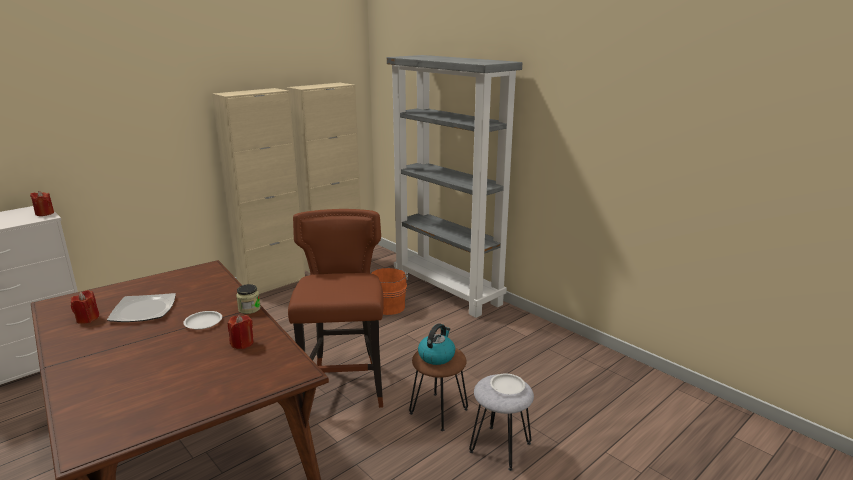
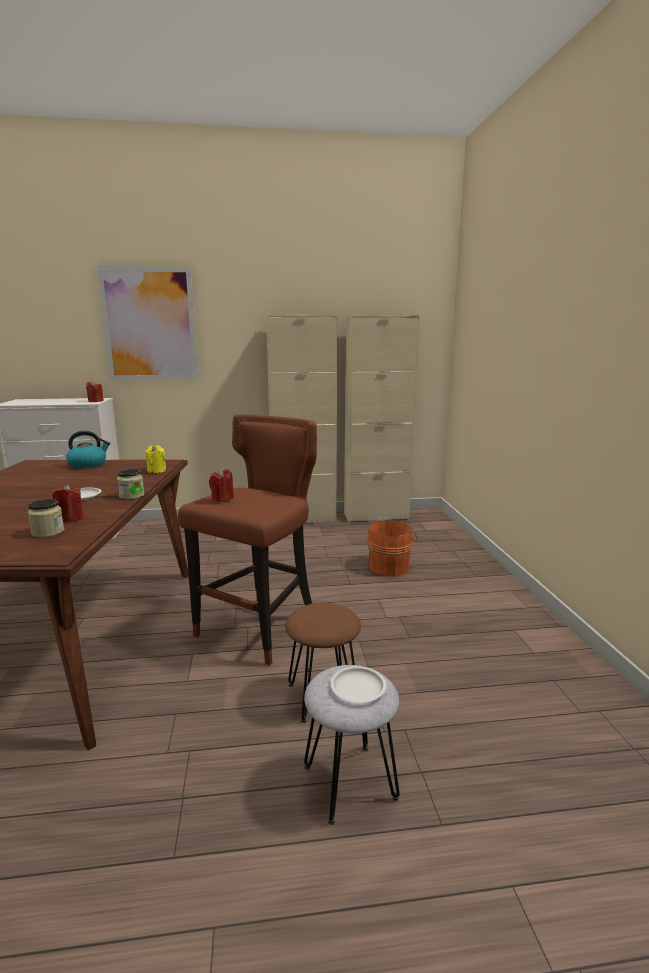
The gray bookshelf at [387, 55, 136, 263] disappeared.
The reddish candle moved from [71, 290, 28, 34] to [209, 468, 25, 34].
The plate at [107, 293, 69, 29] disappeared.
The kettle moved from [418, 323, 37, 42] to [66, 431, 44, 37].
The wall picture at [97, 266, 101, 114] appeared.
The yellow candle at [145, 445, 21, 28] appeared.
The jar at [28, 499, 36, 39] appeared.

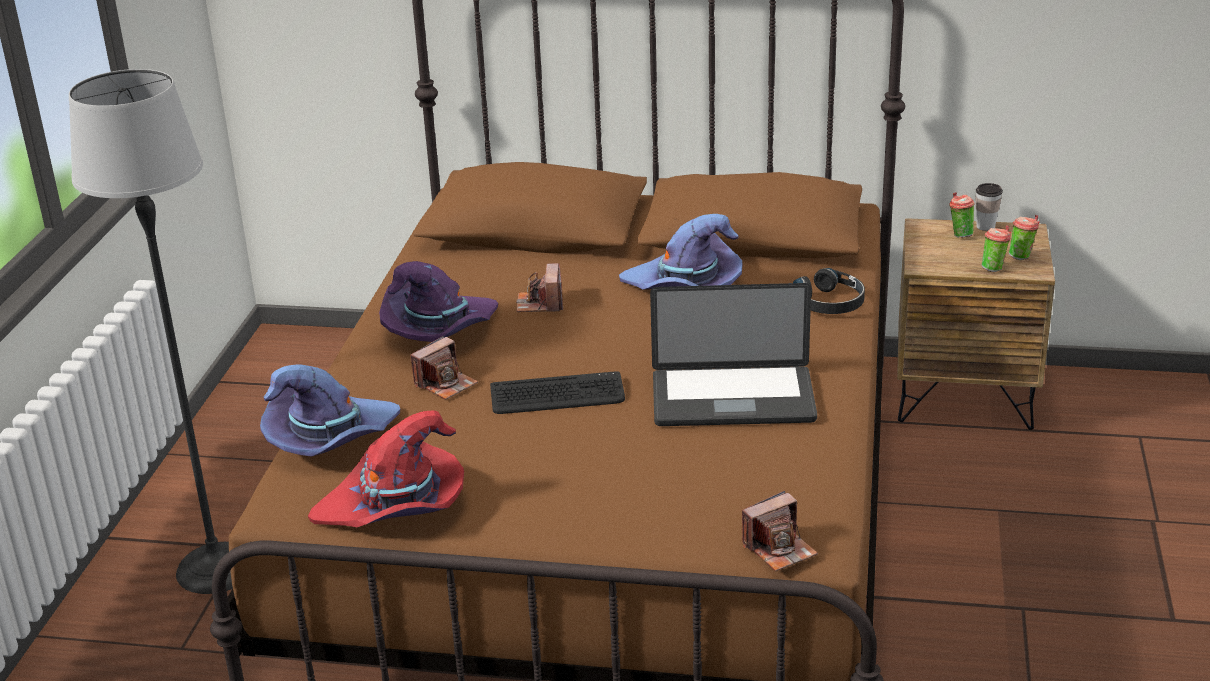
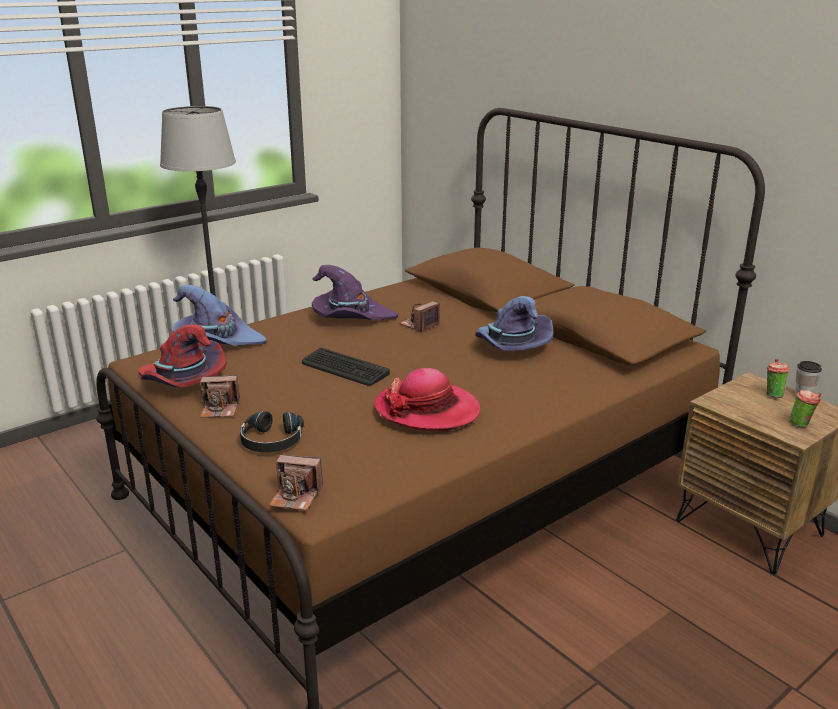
The drinking cup at [982, 225, 29, 47] disappeared.
The blackish headset moved from [793, 268, 72, 46] to [240, 411, 64, 42].
The portable computer at [650, 283, 167, 143] was replaced by the hat at [374, 368, 107, 64].
The photo camera moved from [410, 336, 68, 64] to [200, 375, 40, 43].

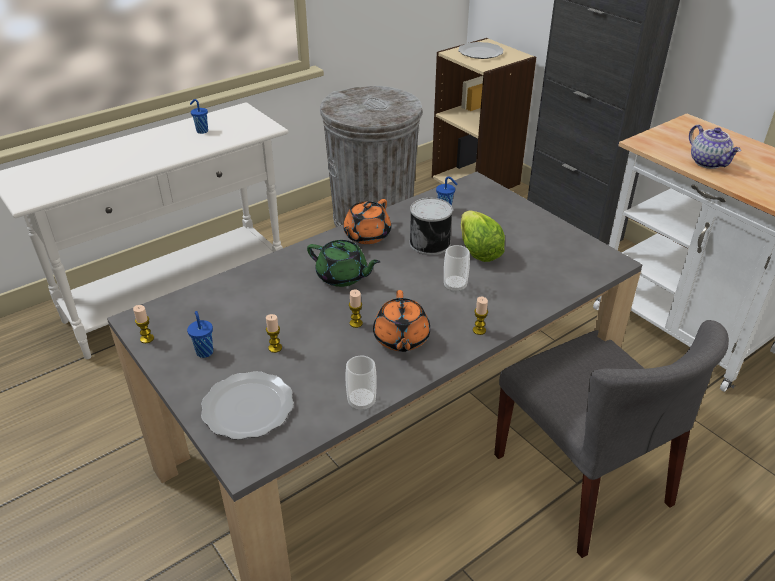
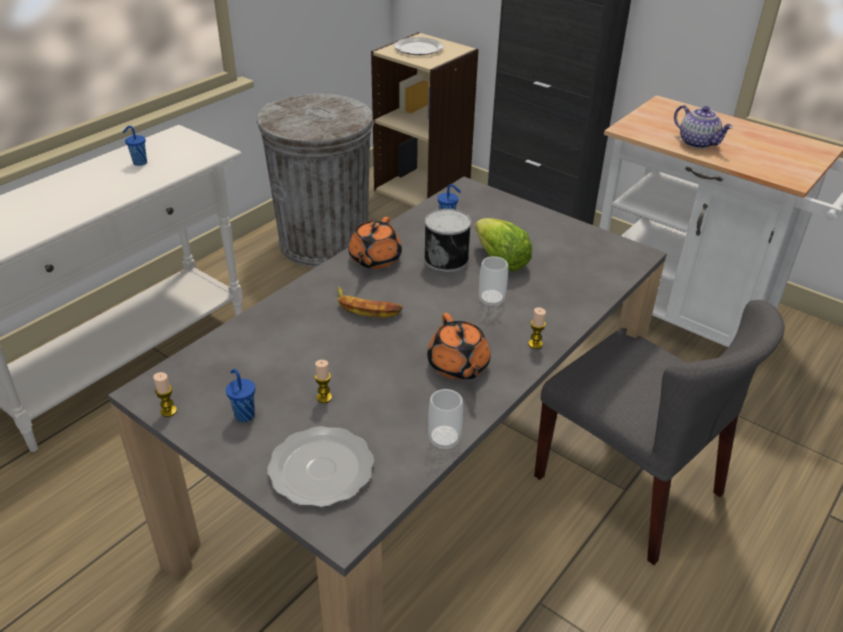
The green pot for tea at [307, 240, 74, 47] was replaced by the banana fruit at [337, 287, 66, 31].
The candle at [349, 289, 14, 39] disappeared.

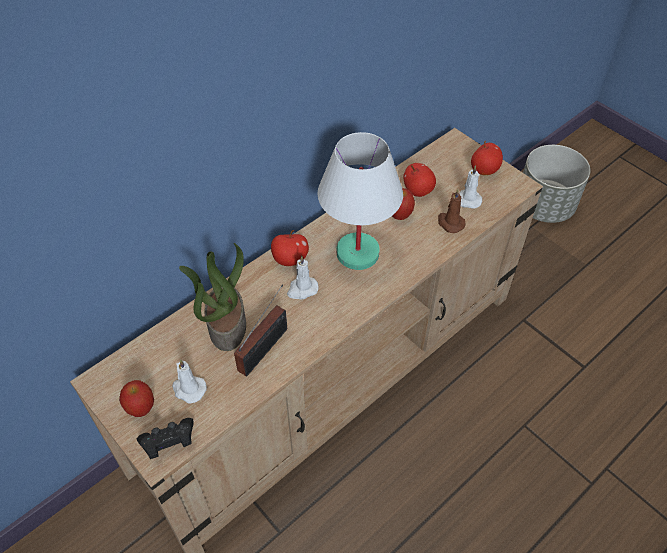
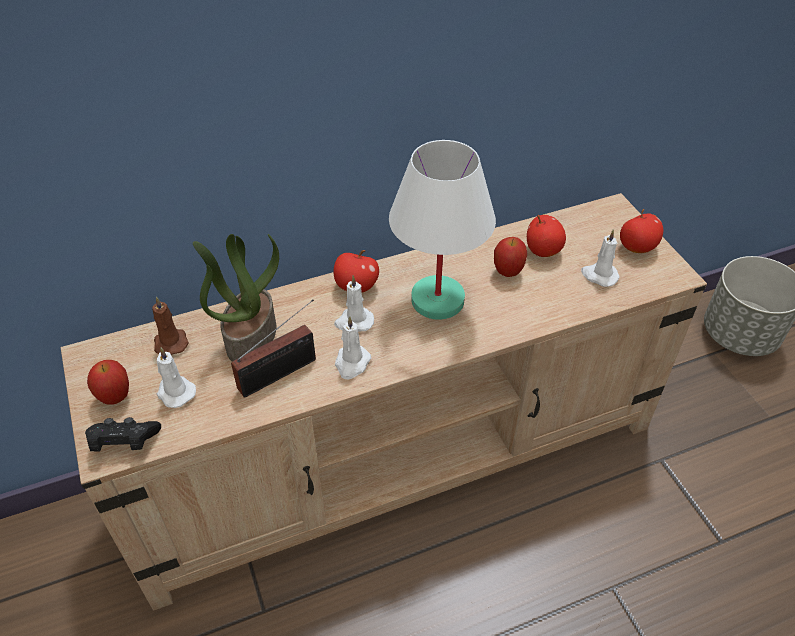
The brown candle moved from [438, 189, 28, 44] to [152, 297, 37, 58].
The white candle at [335, 316, 36, 63] appeared.

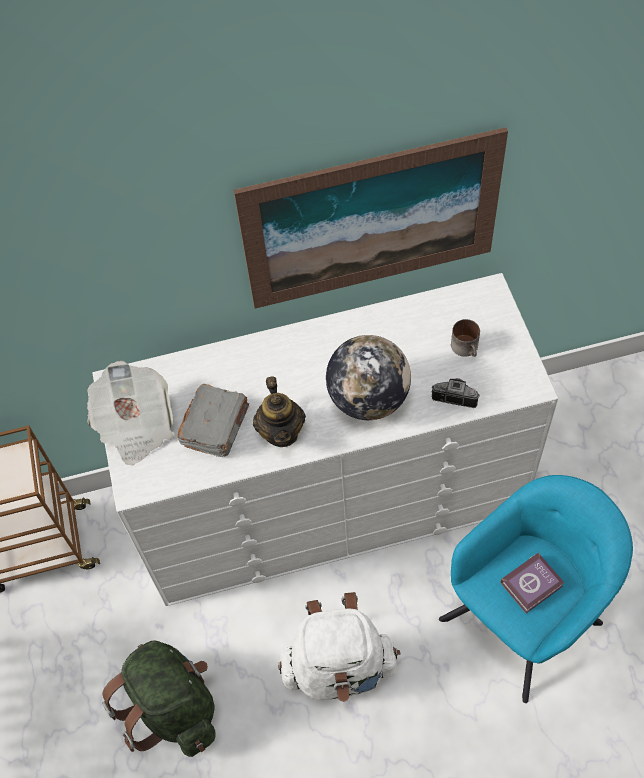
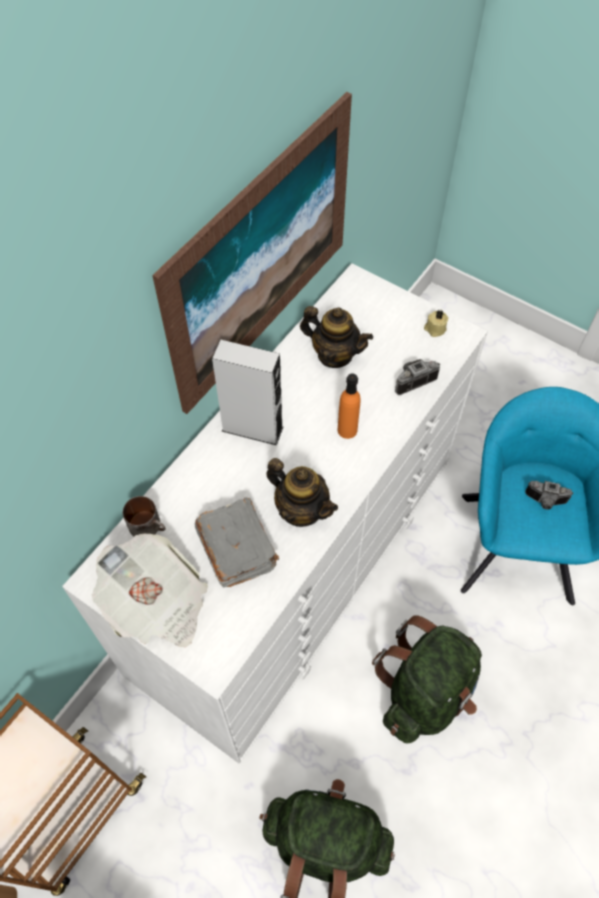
The coffee mug moved from [451, 319, 29, 38] to [123, 496, 43, 40].
The world globe at [326, 335, 85, 85] was replaced by the orange bottle at [338, 373, 23, 66].
The volume at [500, 552, 65, 61] was replaced by the photo camera at [525, 481, 49, 29].
The white knapsack at [278, 592, 122, 110] became the green knapsack at [372, 615, 110, 129].
The pot for tea at [300, 306, 73, 62] appeared.
The sand-coloured candle at [424, 310, 24, 27] appeared.
The gray audio speaker at [212, 339, 71, 106] appeared.

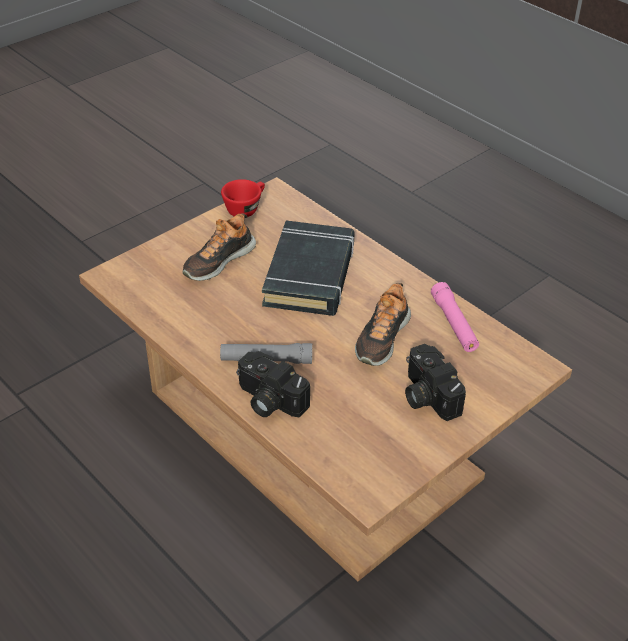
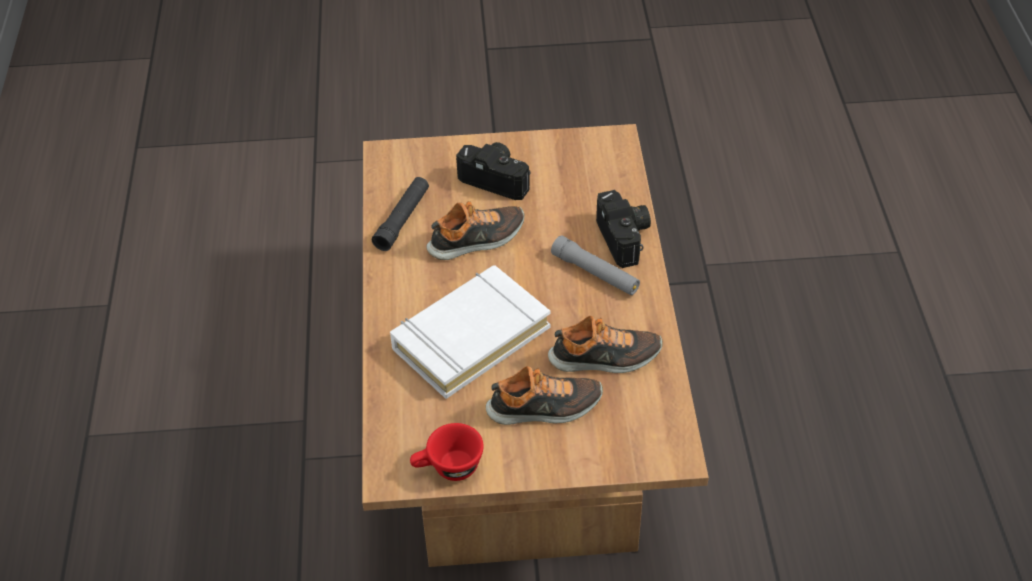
The blackish volume at [262, 221, 93, 95] became the white volume at [390, 265, 160, 134].
The pinkish hand torch at [431, 282, 48, 70] became the blackish hand torch at [372, 177, 57, 74].
The photo camera at [405, 344, 61, 77] turned 75 degrees counterclockwise.
The low shoe at [548, 316, 115, 57] appeared.

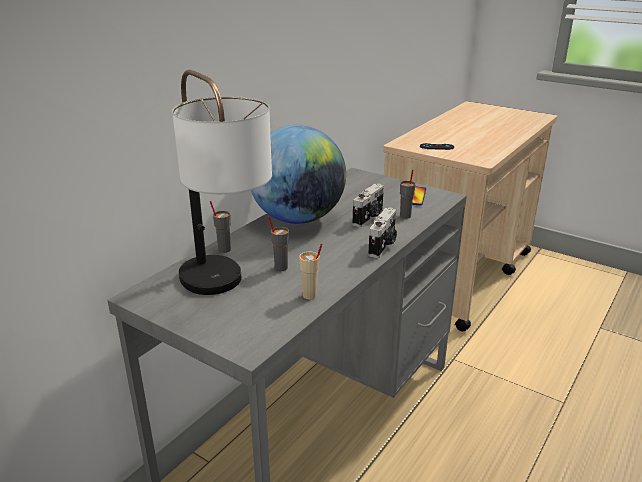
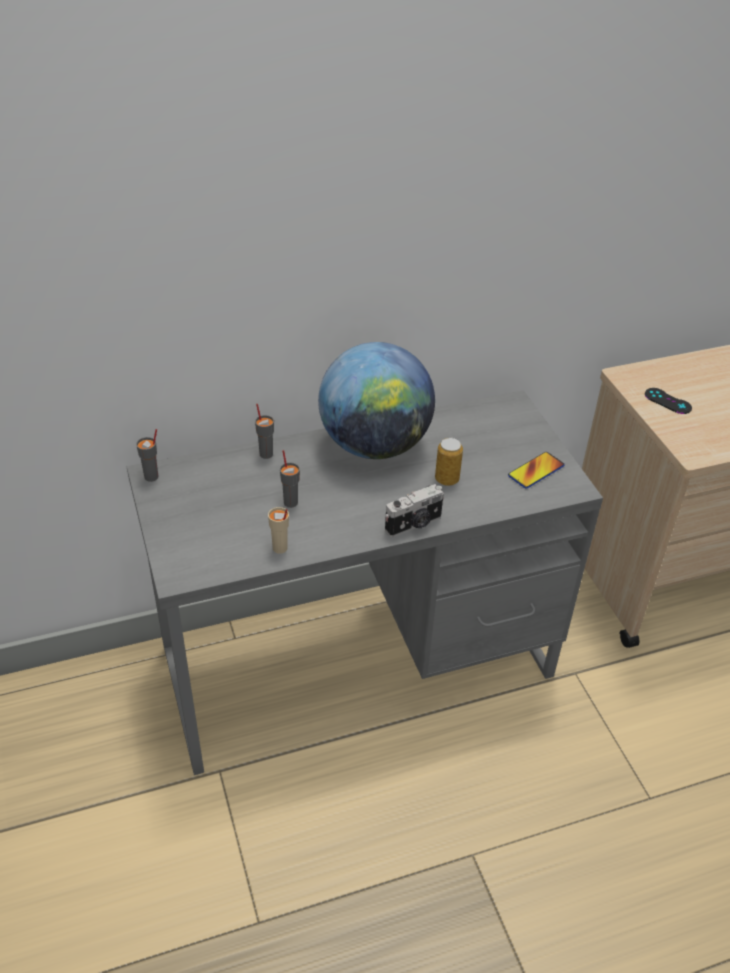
The table lamp at [172, 70, 100, 225] disappeared.
The gray drinking cup moved from [400, 169, 16, 50] to [136, 429, 22, 53].
The photo camera at [352, 184, 32, 43] was replaced by the sealed can at [435, 438, 28, 48].

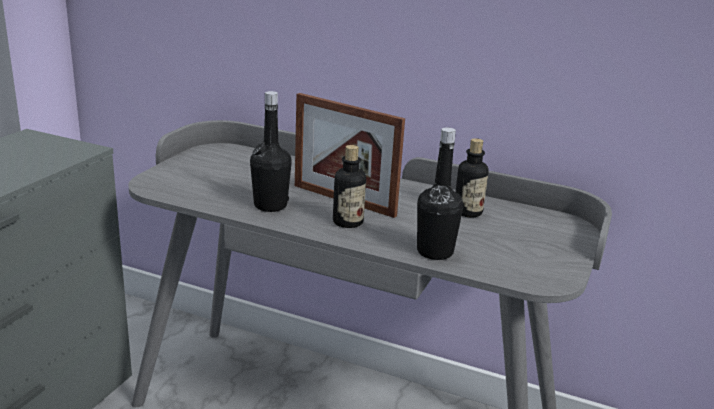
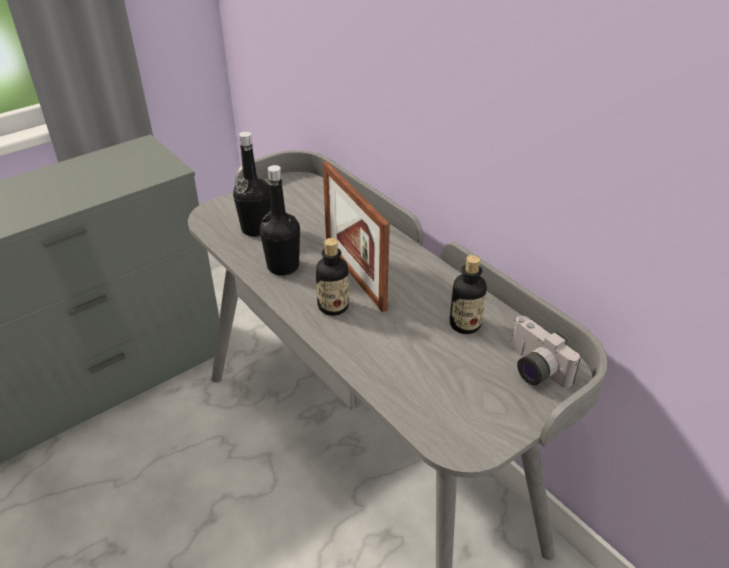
The blackish bottle moved from [417, 127, 46, 133] to [233, 132, 38, 105].
The photo camera at [511, 315, 70, 73] appeared.

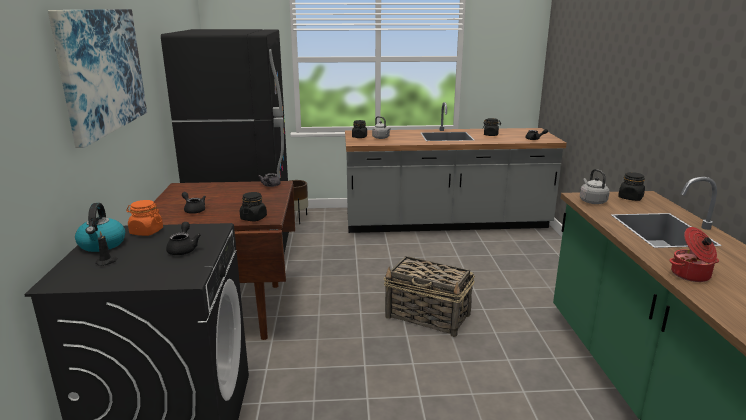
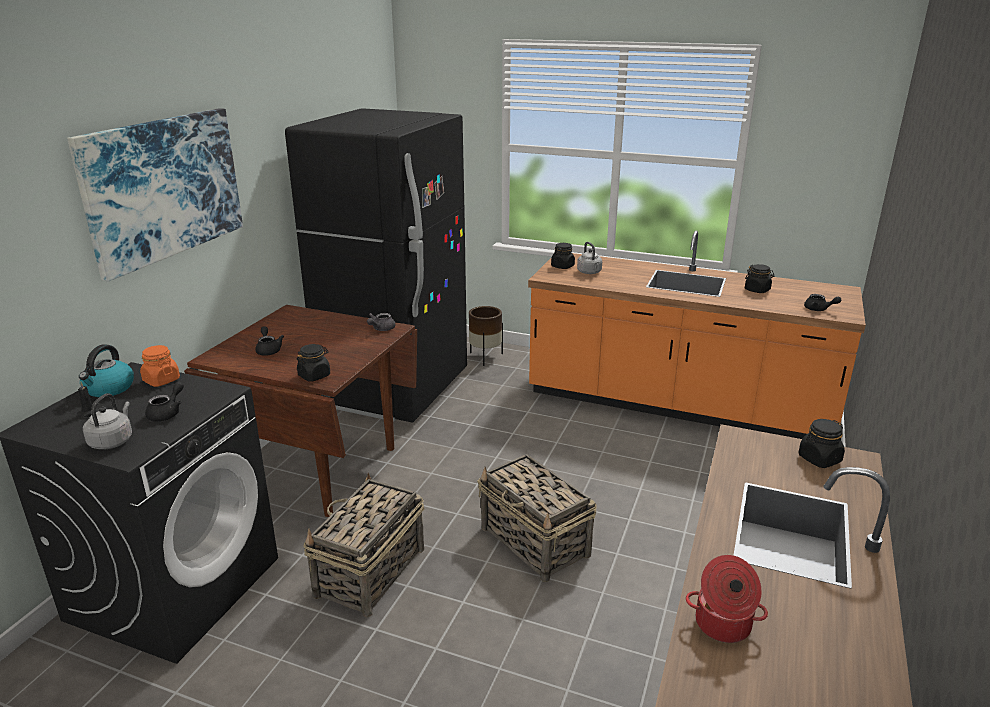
The gray kitchen counter at [345, 102, 222, 131] became the orange kitchen counter at [528, 231, 338, 208].
The gray kettle moved from [580, 169, 30, 35] to [83, 393, 49, 57].
The storage basket at [304, 473, 120, 144] appeared.

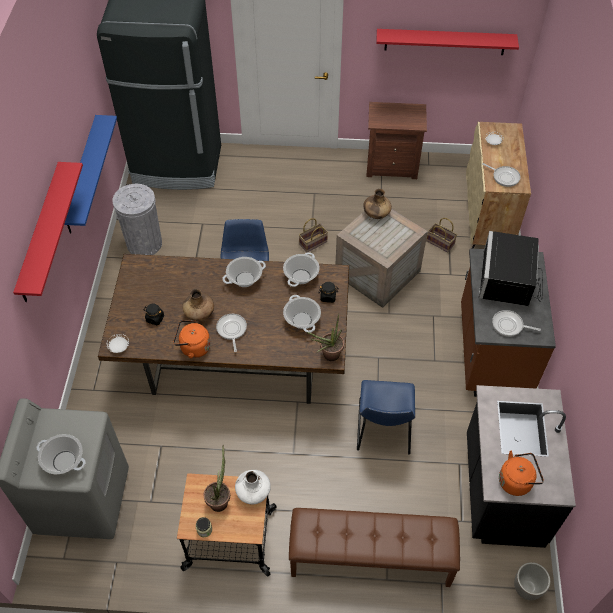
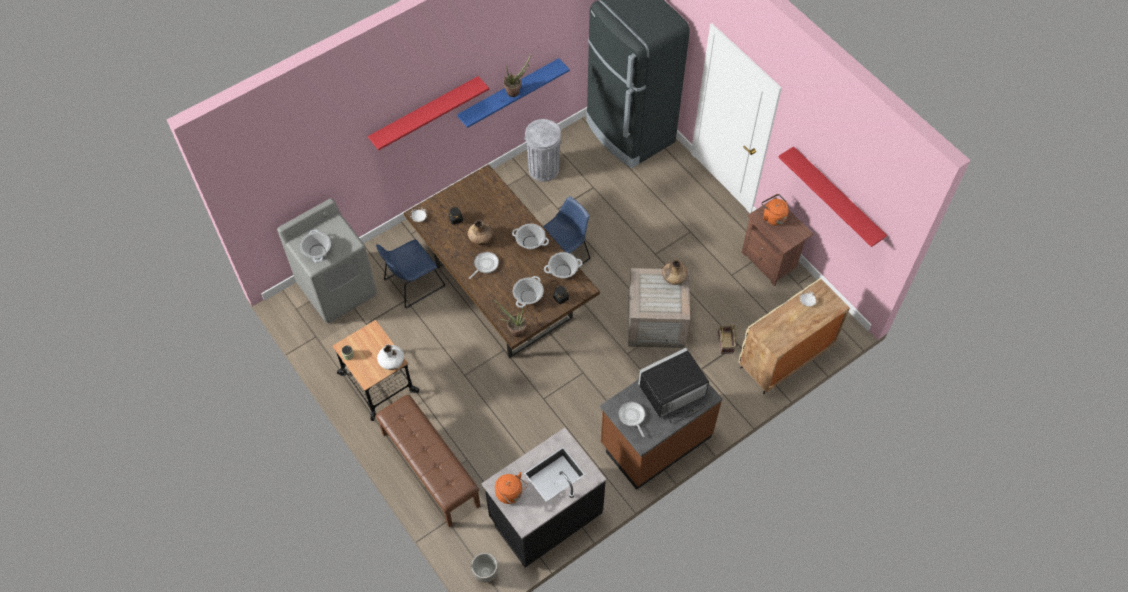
The skillet at [482, 163, 39, 24] disappeared.
The storage basket at [299, 218, 29, 34] disappeared.
The orange kettle moved from [173, 320, 38, 38] to [761, 194, 28, 31].
The blue upright chair moved from [357, 380, 58, 75] to [376, 239, 69, 70].
The plant in a pot moved from [204, 445, 26, 67] to [503, 53, 29, 44].

